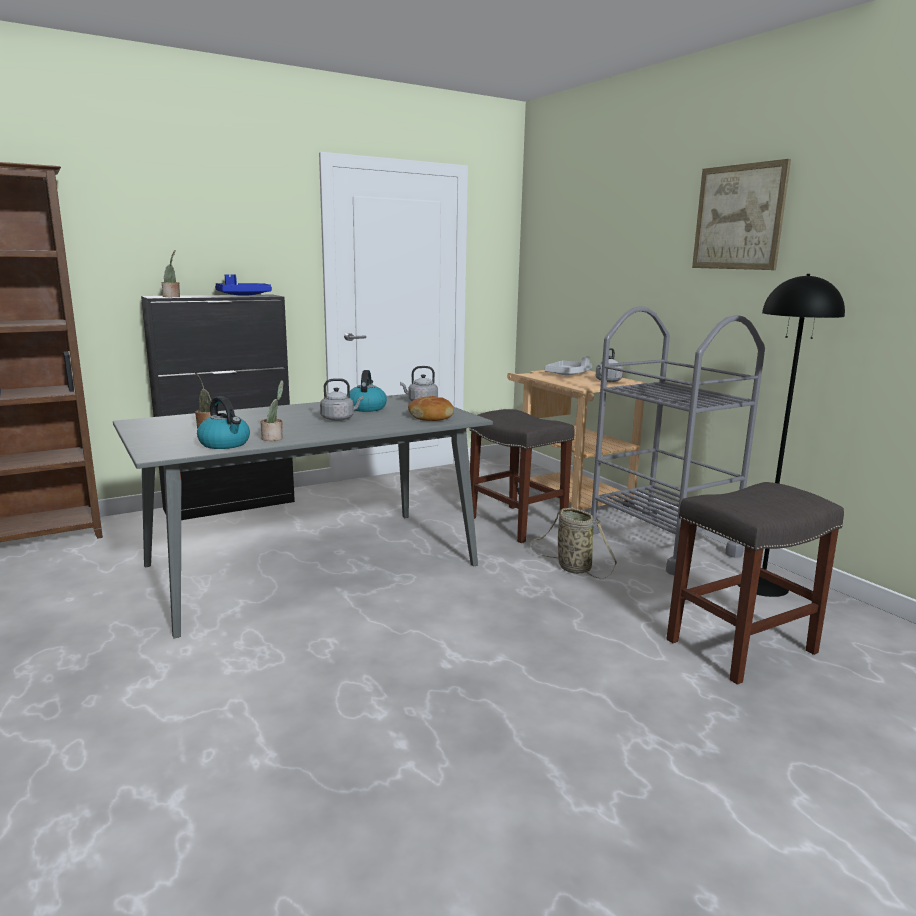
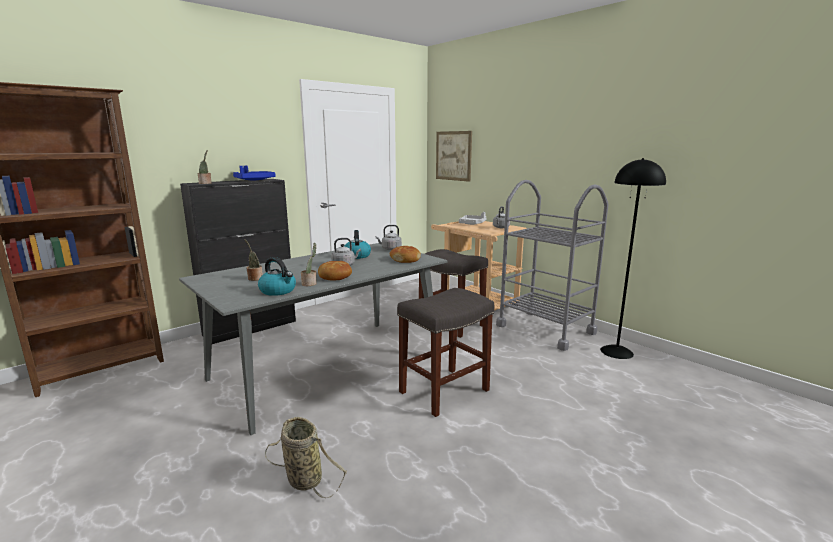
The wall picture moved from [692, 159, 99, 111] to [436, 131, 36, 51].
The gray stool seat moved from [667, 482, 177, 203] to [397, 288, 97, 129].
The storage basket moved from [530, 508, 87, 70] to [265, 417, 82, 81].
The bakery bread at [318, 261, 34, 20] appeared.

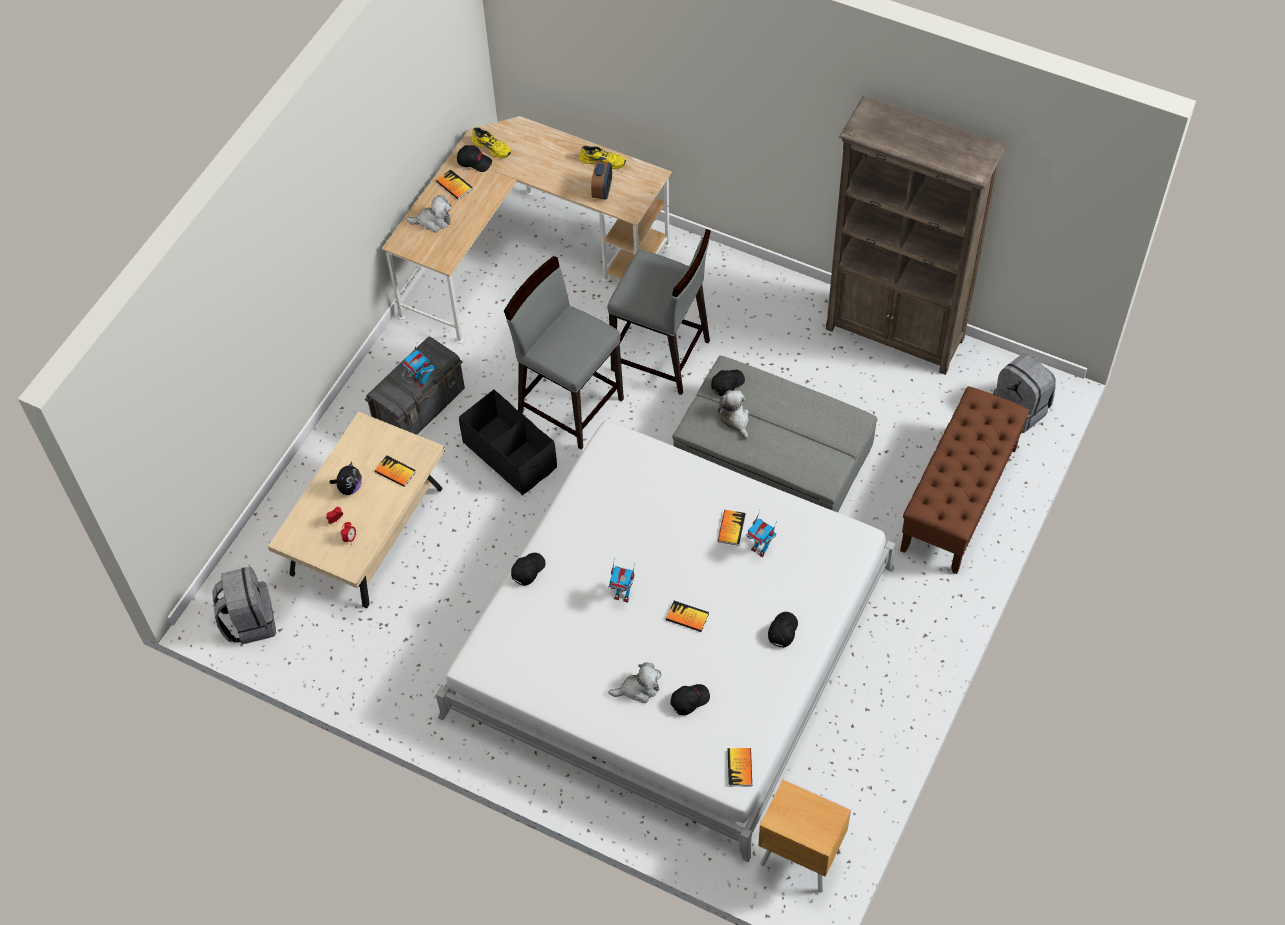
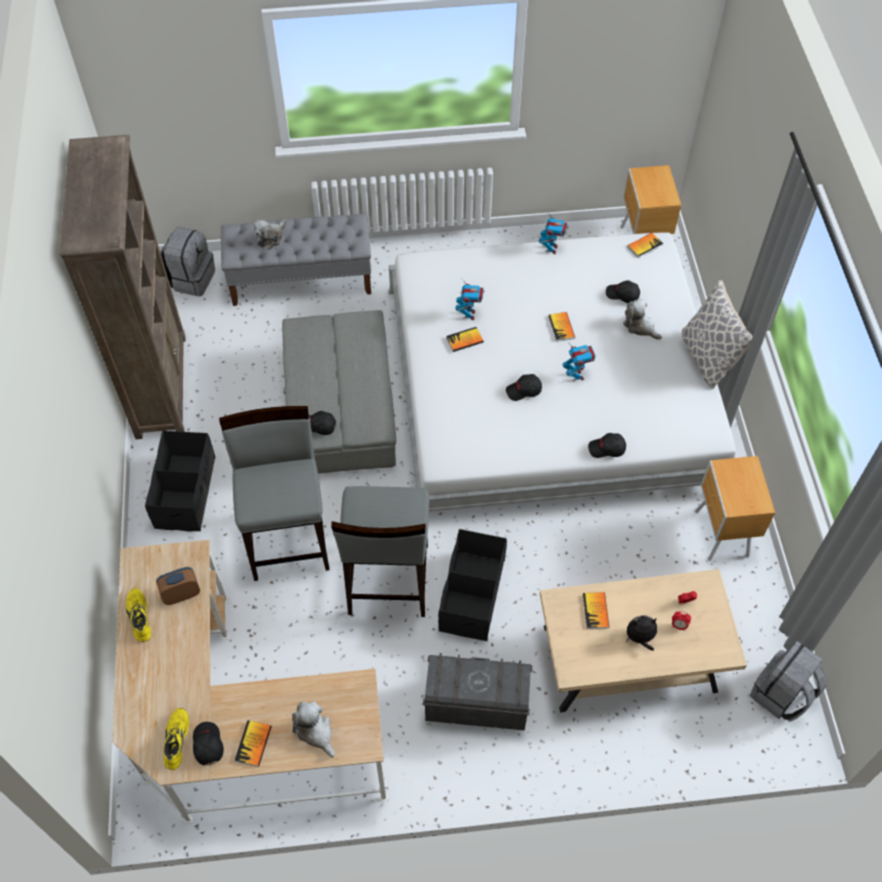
The model robot moved from [402, 344, 33, 44] to [539, 212, 29, 42].
The brown bench at [900, 386, 129, 188] became the gray bench at [221, 214, 150, 92].
The cuddly toy moved from [718, 390, 31, 49] to [253, 219, 34, 31].
The blackish peaked cap moved from [768, 612, 30, 35] to [506, 374, 36, 27].
The throw pillow at [682, 280, 71, 109] appeared.
The blackish storage box at [145, 431, 70, 100] appeared.
The brown night table at [695, 456, 80, 105] appeared.

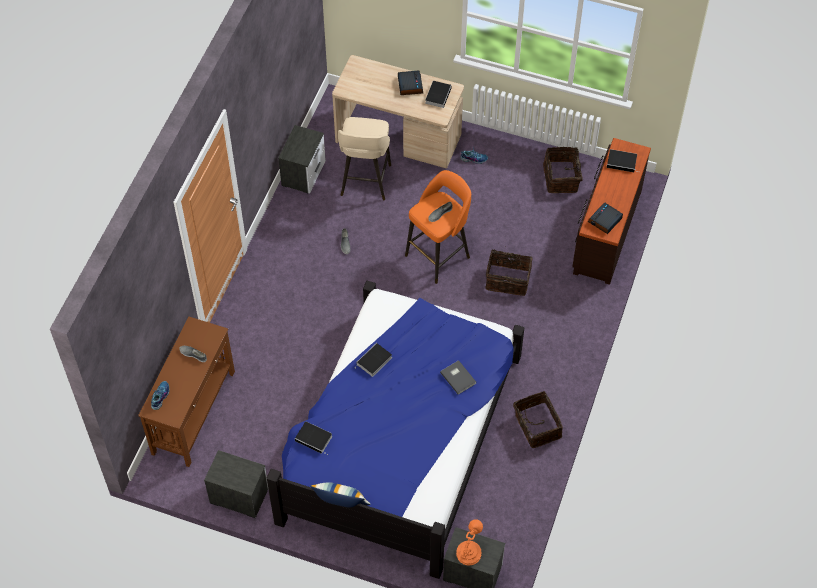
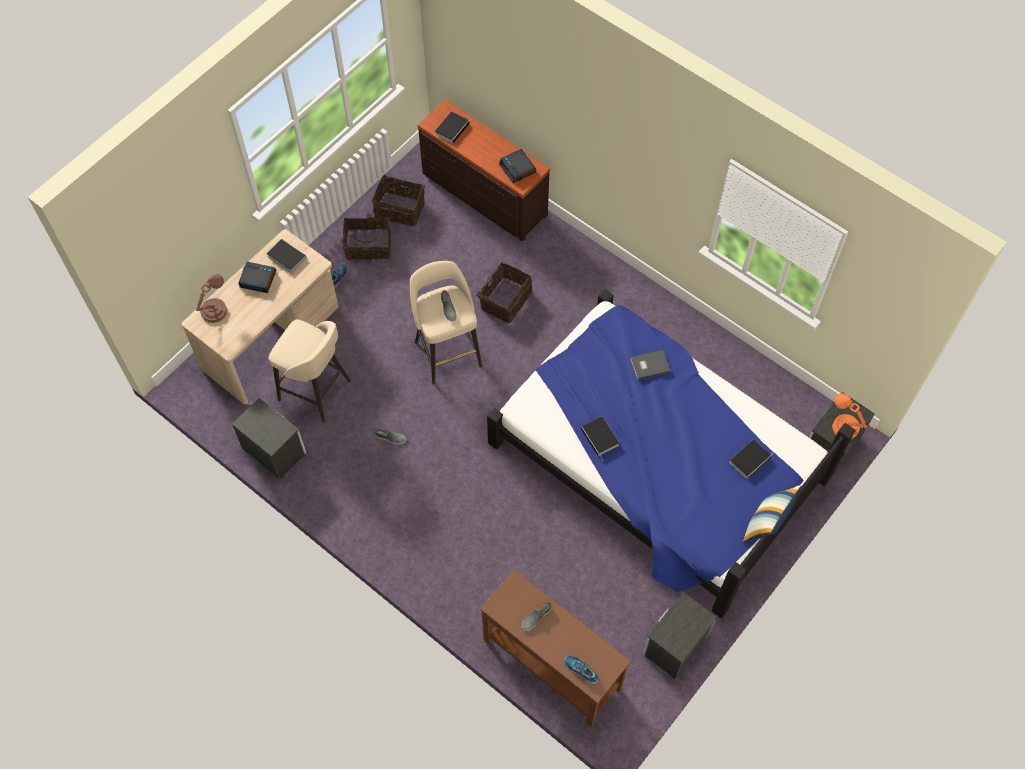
The orange stool seat at [405, 170, 66, 114] became the sand-coloured stool seat at [410, 261, 72, 124].
The storage basket moved from [513, 391, 50, 57] to [343, 217, 48, 43].
The volume moved from [295, 421, 37, 34] to [729, 439, 44, 40].
The brown table lamp at [196, 274, 31, 49] appeared.

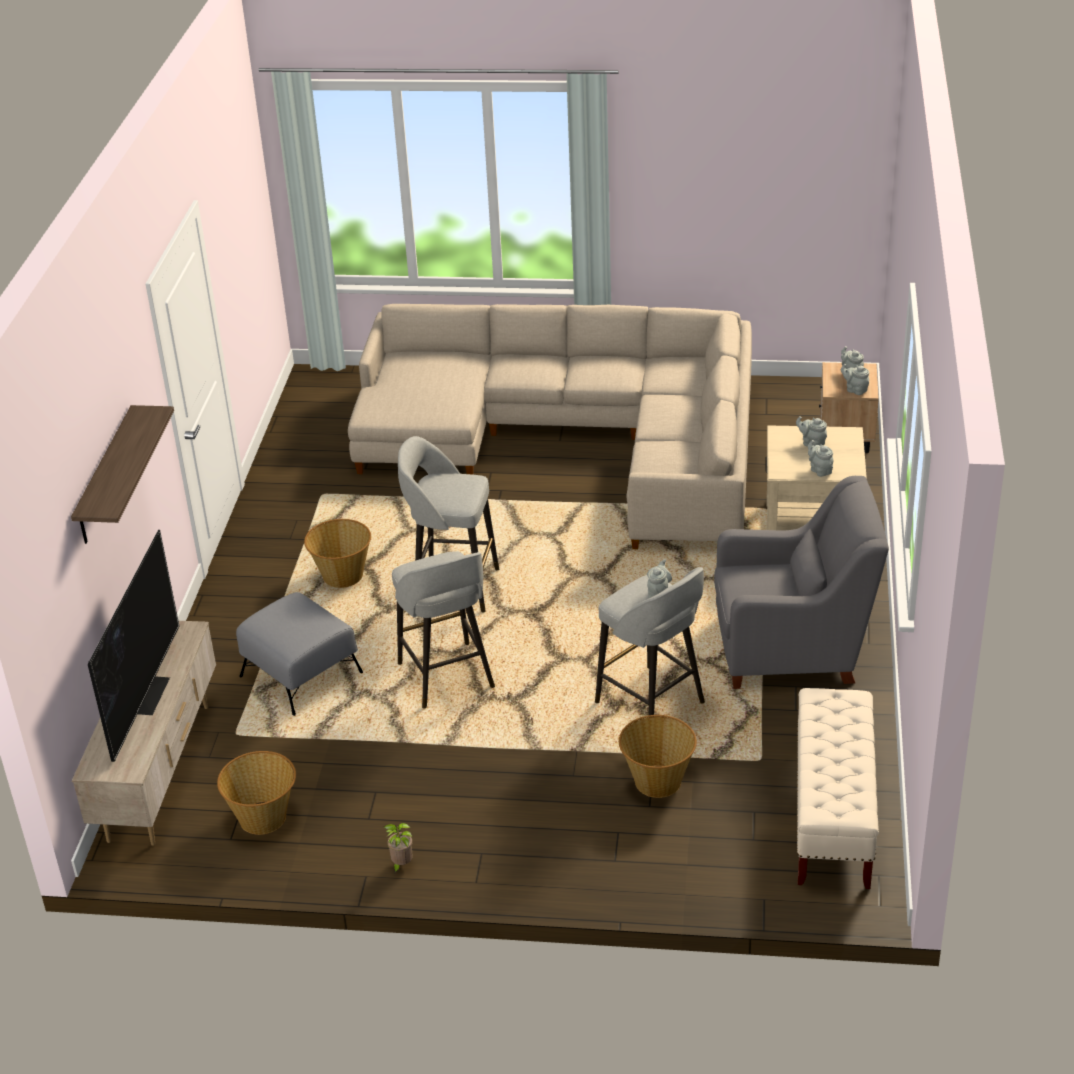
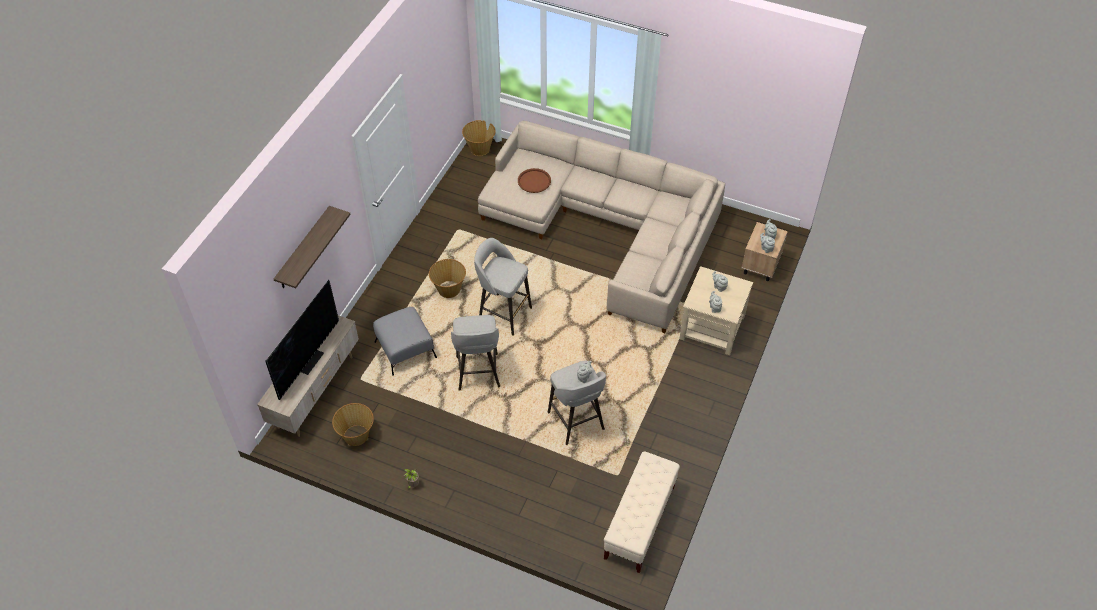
The gray easy chair at [714, 476, 175, 213] disappeared.
The storage basket moved from [619, 715, 78, 83] to [462, 120, 34, 36].
The brown serving tray at [518, 168, 33, 25] appeared.

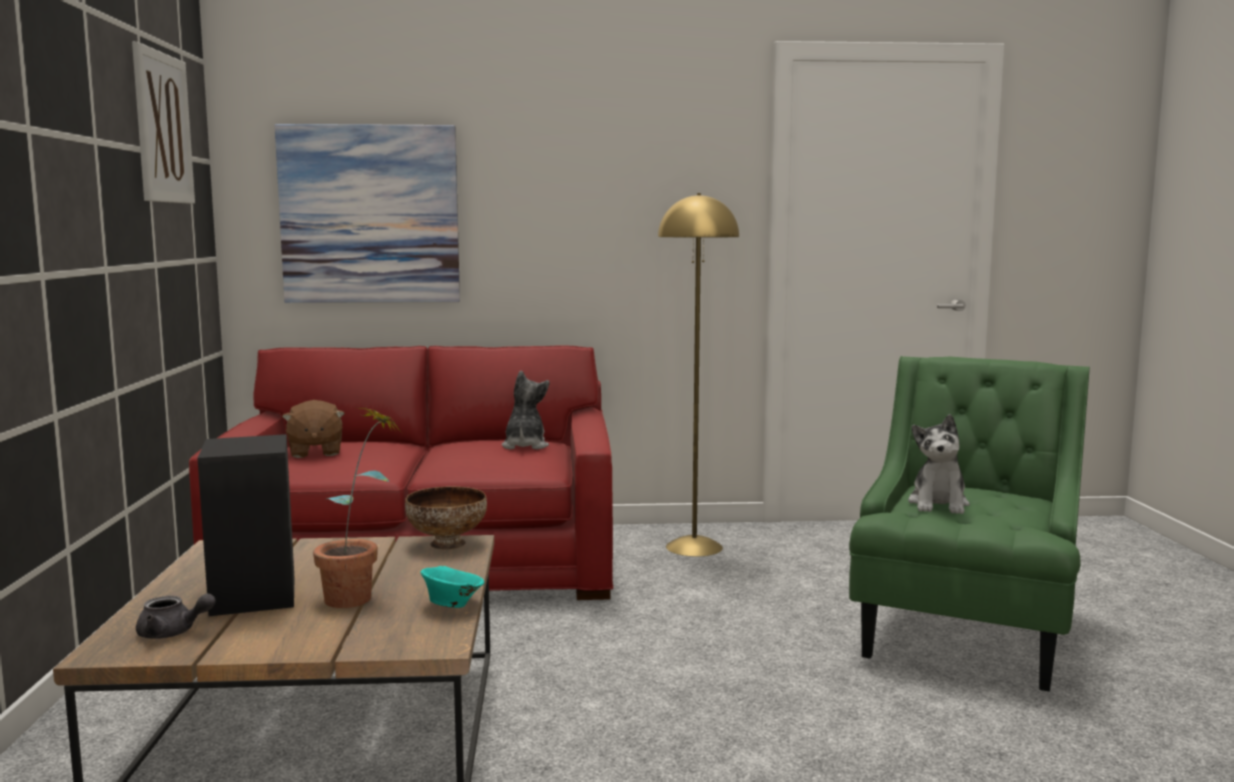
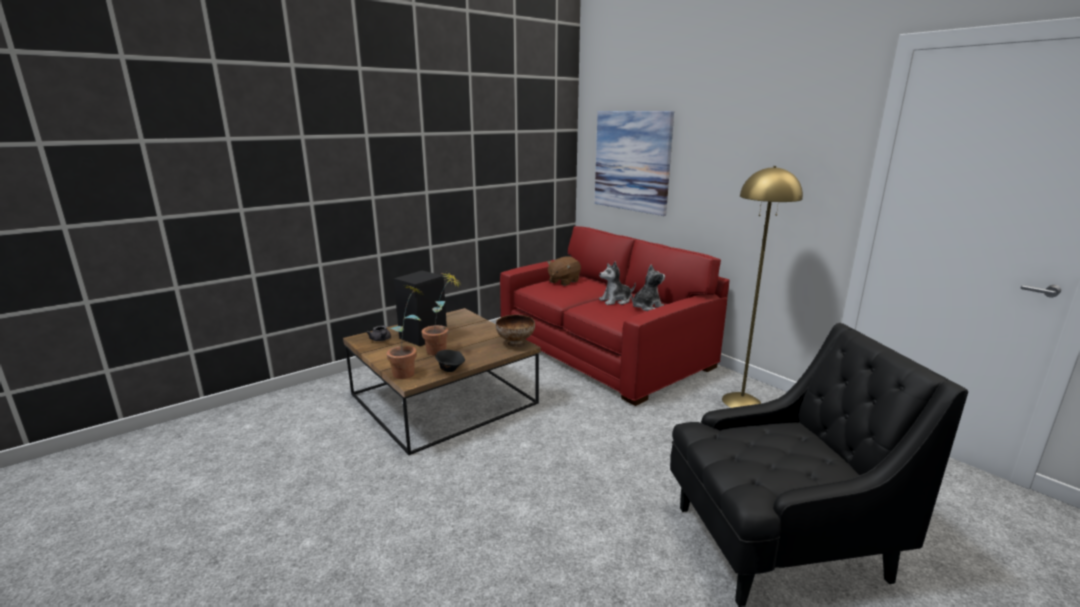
The wall picture at [132, 42, 63, 162] disappeared.
The green easy chair at [849, 356, 241, 335] became the blackish easy chair at [670, 323, 298, 284].
The cuddly toy moved from [908, 414, 62, 100] to [599, 262, 37, 43].
The turquoise deep dish at [420, 566, 64, 42] became the blackish deep dish at [435, 350, 30, 22].
The plant in a pot at [387, 285, 36, 94] appeared.

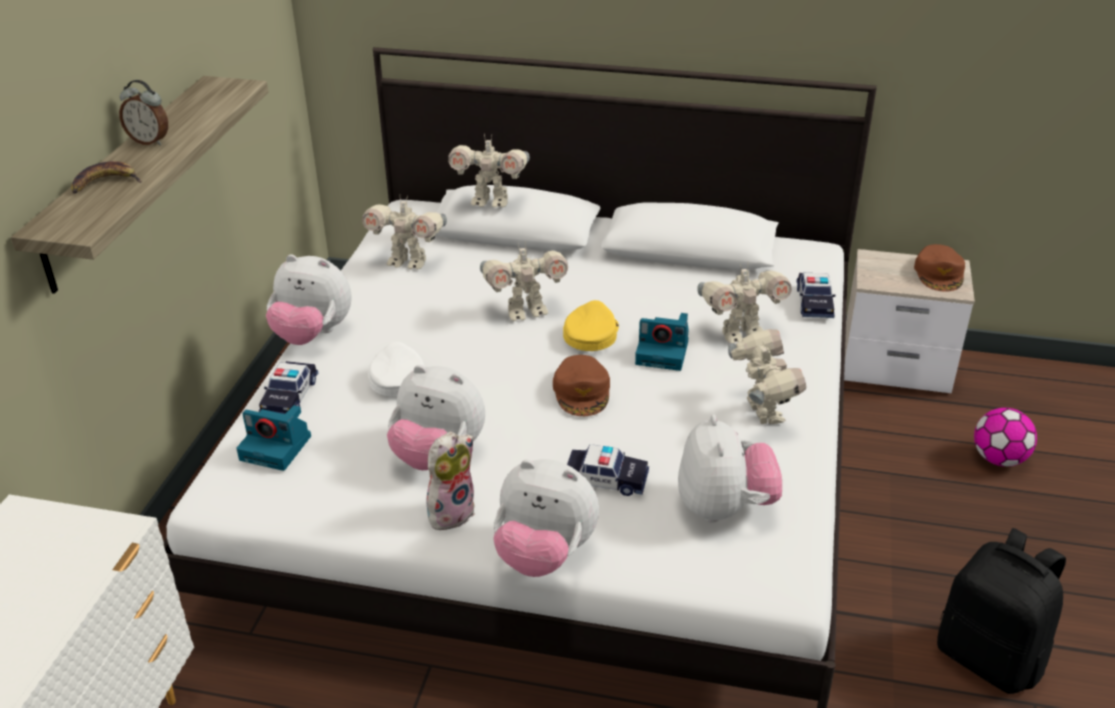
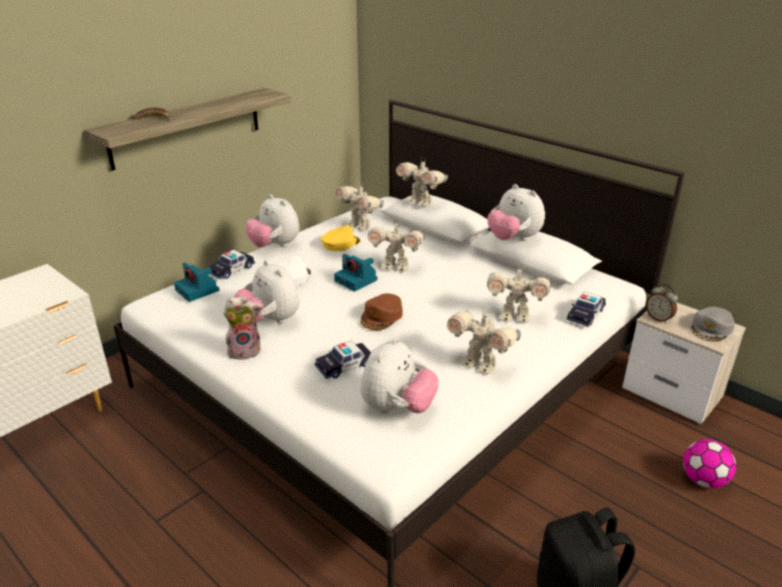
The bedside clock moved from [119, 80, 49, 65] to [646, 284, 32, 39].
The brown peaked cap at [914, 244, 51, 48] became the gray peaked cap at [691, 307, 44, 35].
The yellow peaked cap moved from [563, 300, 56, 51] to [320, 225, 41, 26].
The photo camera moved from [635, 313, 54, 58] to [334, 254, 44, 38].
The model robot at [728, 329, 78, 95] turned 105 degrees clockwise.
The miniature car at [567, 444, 82, 52] turned 105 degrees clockwise.
The cuddly toy moved from [493, 459, 106, 118] to [487, 184, 58, 57].

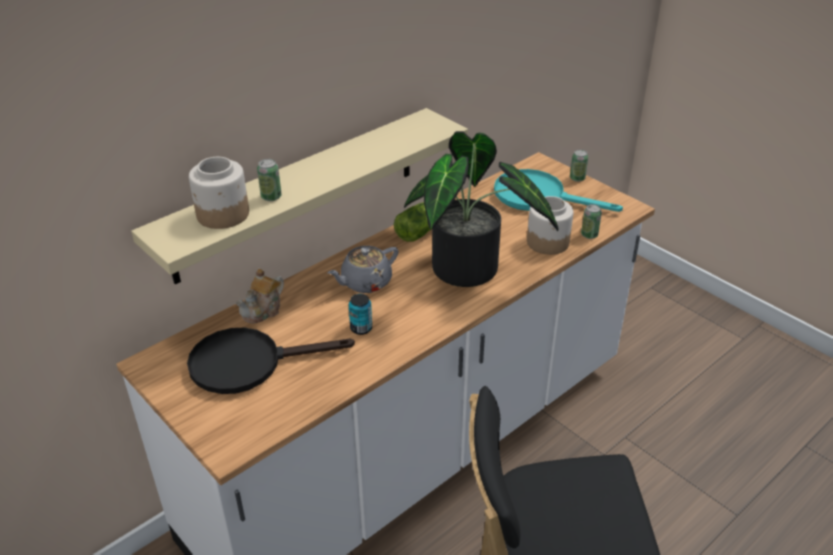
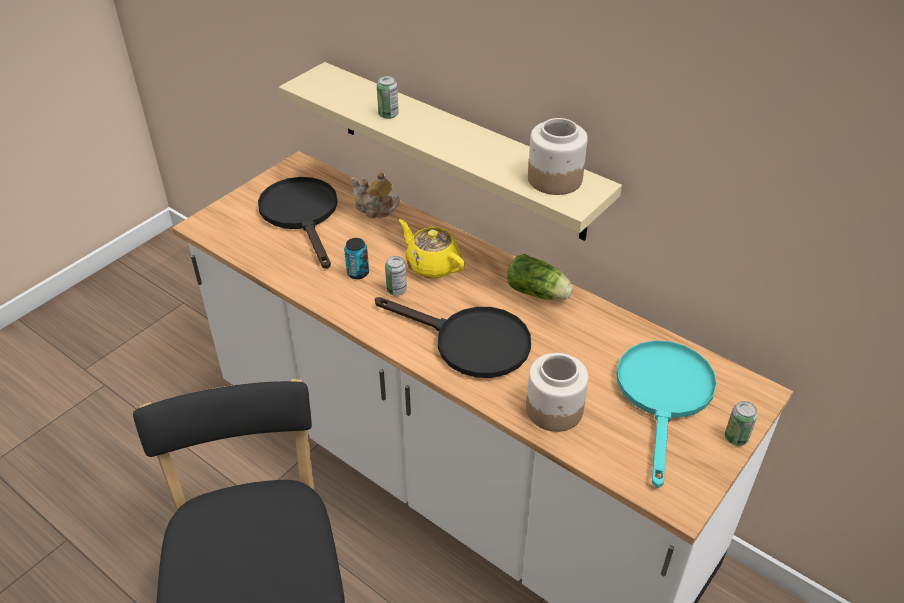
The plant in a pot at [404, 131, 154, 156] was replaced by the blackish skillet at [375, 297, 156, 81].
The jar moved from [189, 157, 60, 72] to [528, 118, 60, 77].
The sealed can moved from [581, 204, 21, 35] to [385, 256, 22, 40].
The gray pot for tea at [327, 246, 71, 47] became the yellow pot for tea at [399, 219, 66, 60].

